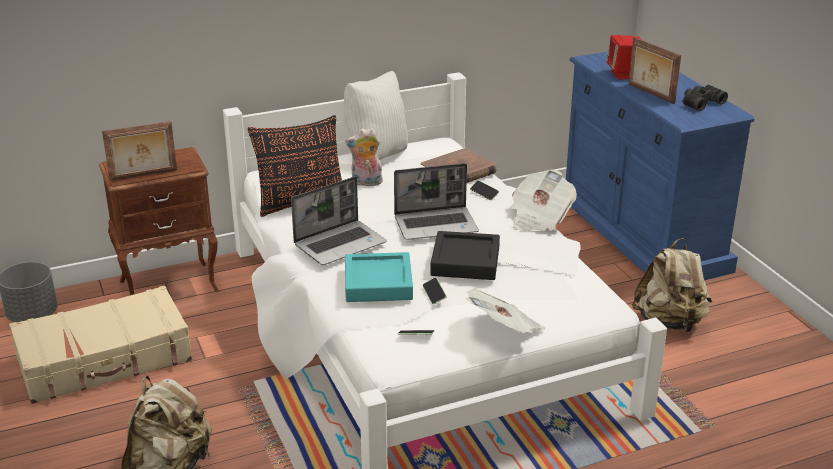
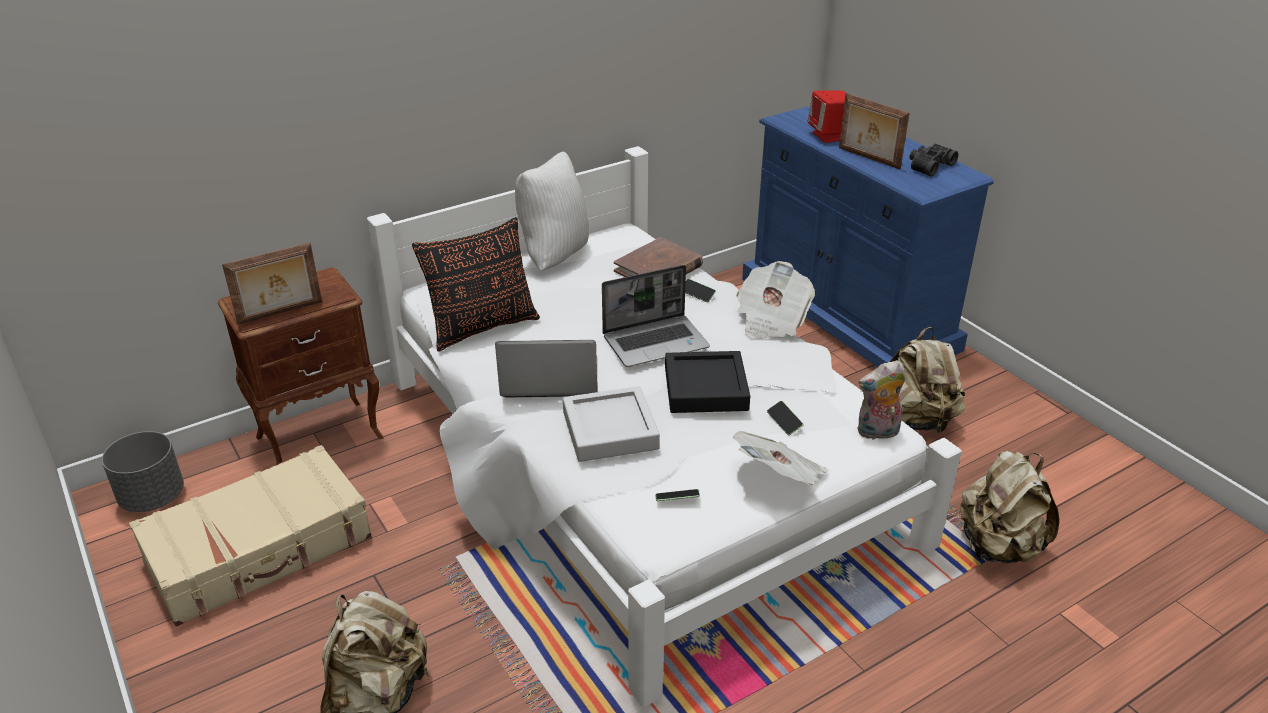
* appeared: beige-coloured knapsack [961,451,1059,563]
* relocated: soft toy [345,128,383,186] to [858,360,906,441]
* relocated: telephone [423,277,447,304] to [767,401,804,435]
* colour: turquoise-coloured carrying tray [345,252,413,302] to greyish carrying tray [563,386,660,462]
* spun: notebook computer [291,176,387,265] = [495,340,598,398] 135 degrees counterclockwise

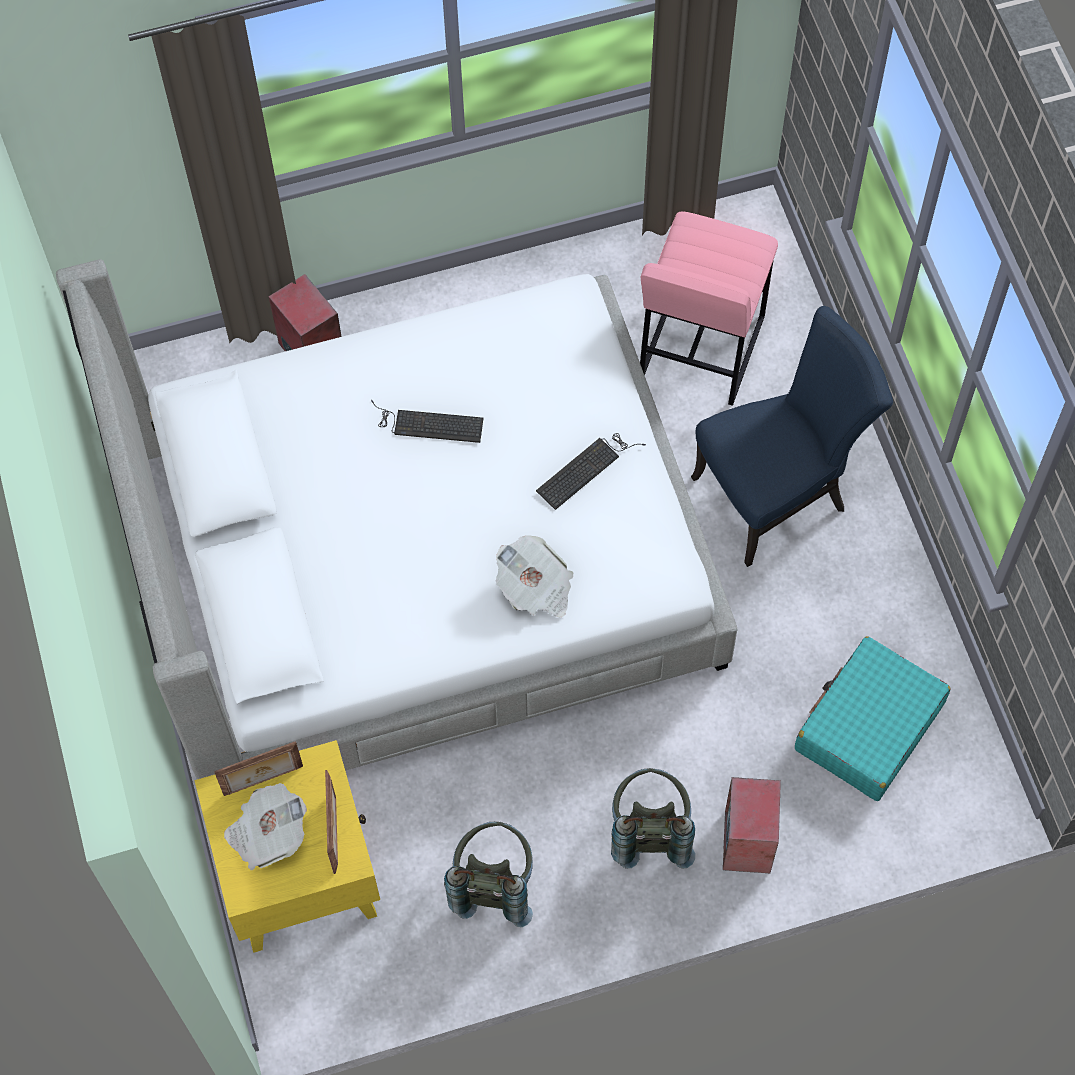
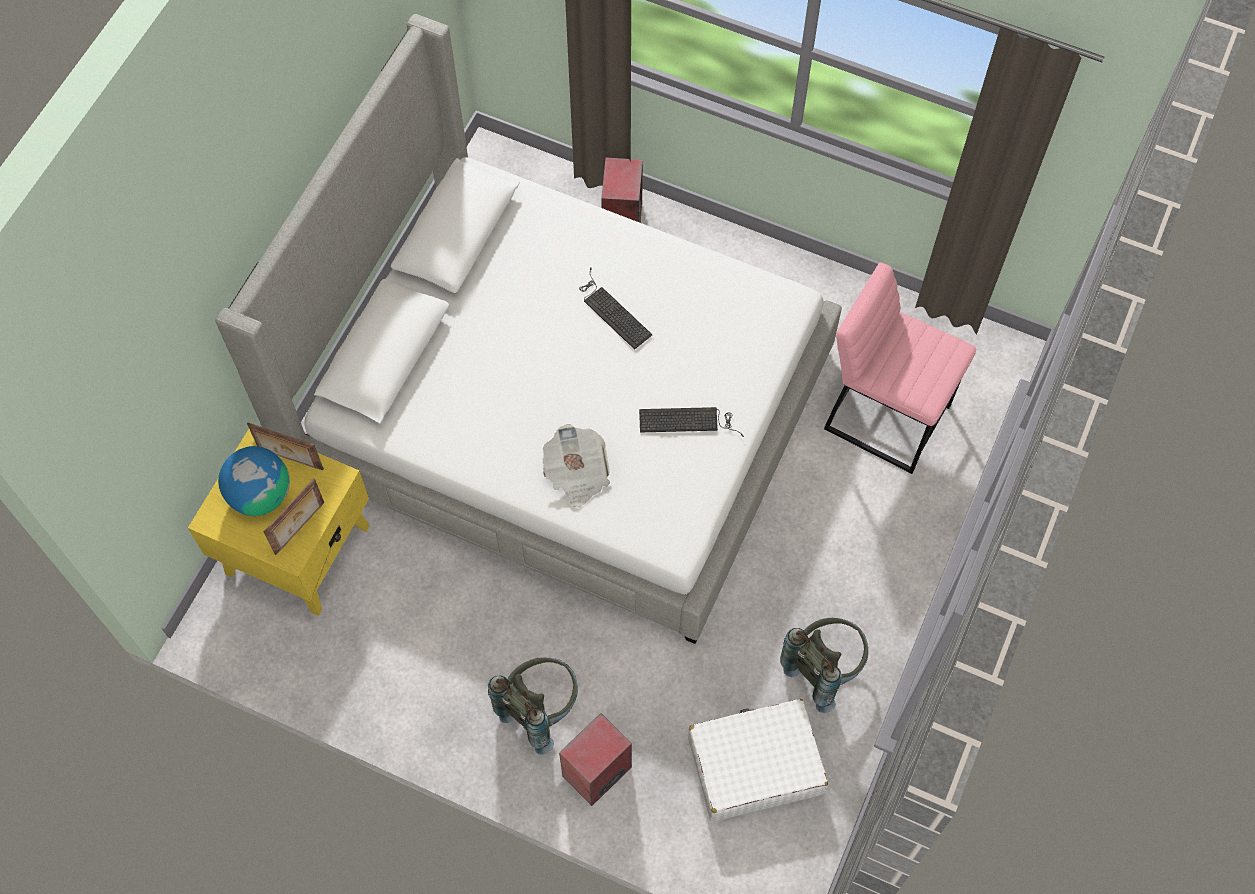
* missing: bluish upright chair [691,306,893,567]
* relocated: greyish knapsack [444,822,533,927] to [780,618,868,713]
* exchanged: printed paper [224,783,307,870] to globe [218,446,290,516]
* colour: turquoise-coloured suitcase [795,636,951,801] to white-coloured suitcase [688,699,828,822]
* spun: pink-coloured upright chair [640,211,778,406] = [824,262,976,474] 60 degrees clockwise

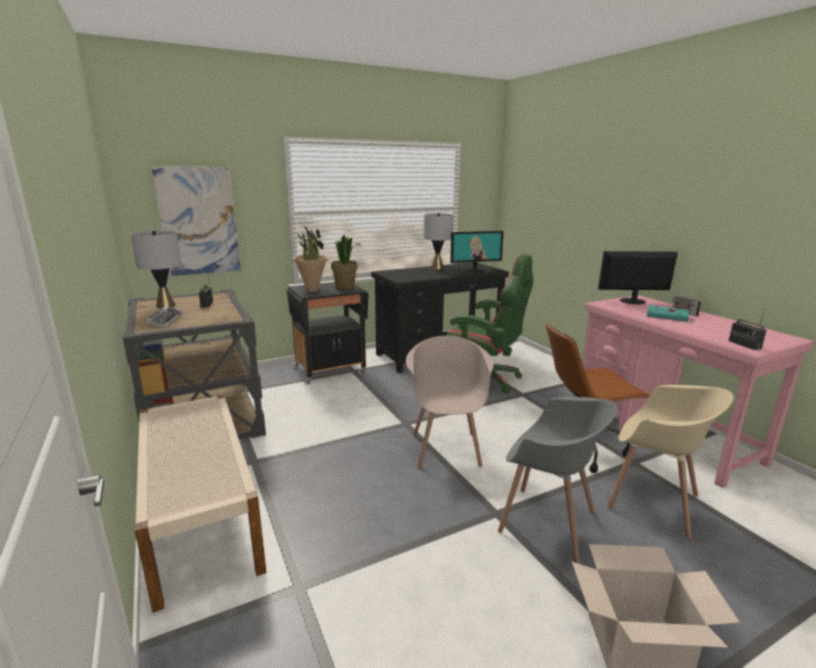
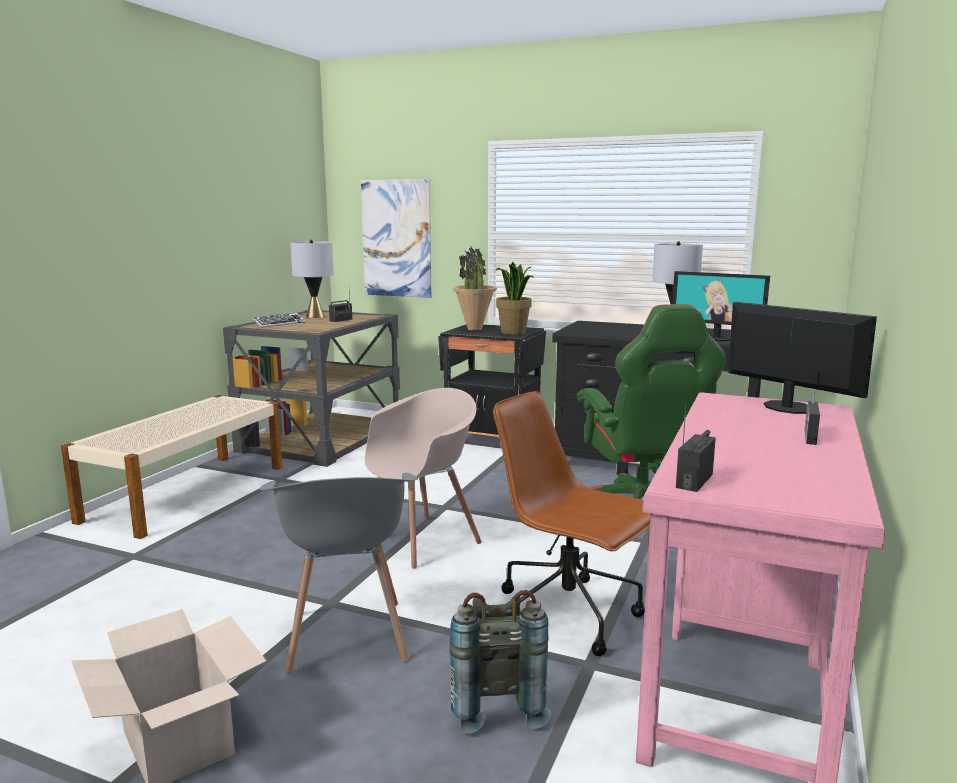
* missing: turquoise-coloured volume [647,305,696,322]
* exchanged: beige-coloured upright chair [607,385,733,539] to greyish knapsack [449,590,552,734]

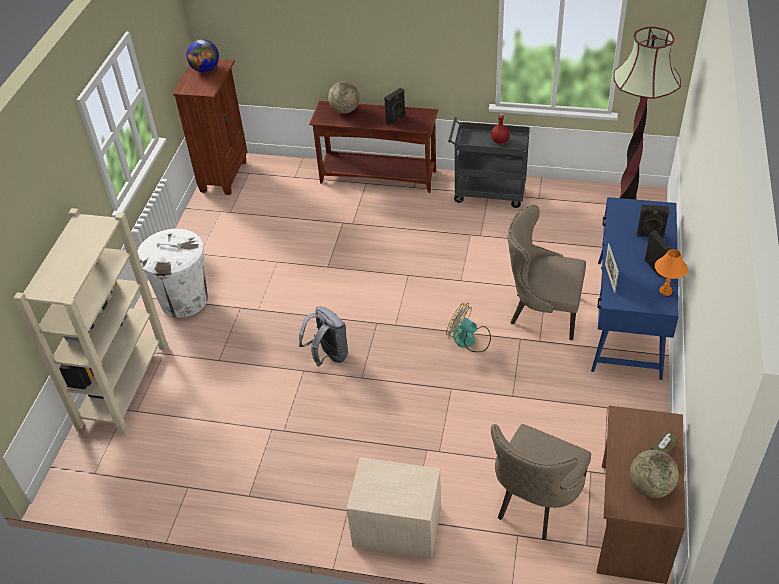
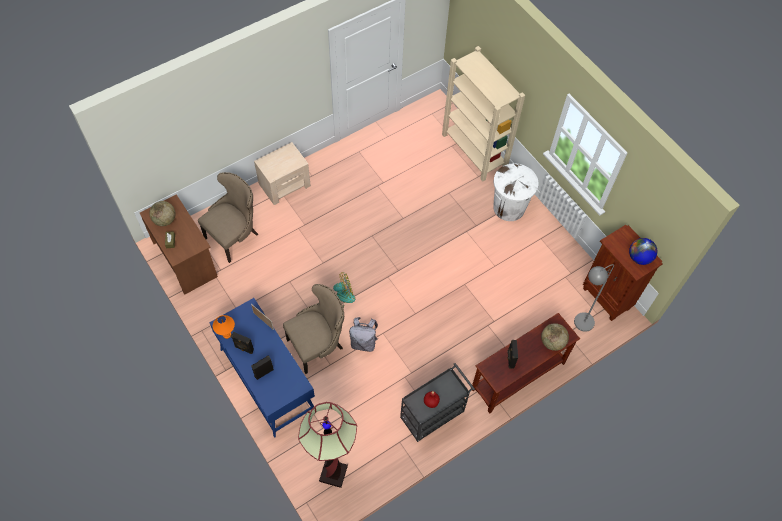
* appeared: greyish standard lamp [574,264,614,332]
* relocated: greyish knapsack [299,306,348,367] to [349,317,378,352]
* spun: beige-coloured upright chair [491,424,591,540] = [198,172,258,263] 60 degrees clockwise

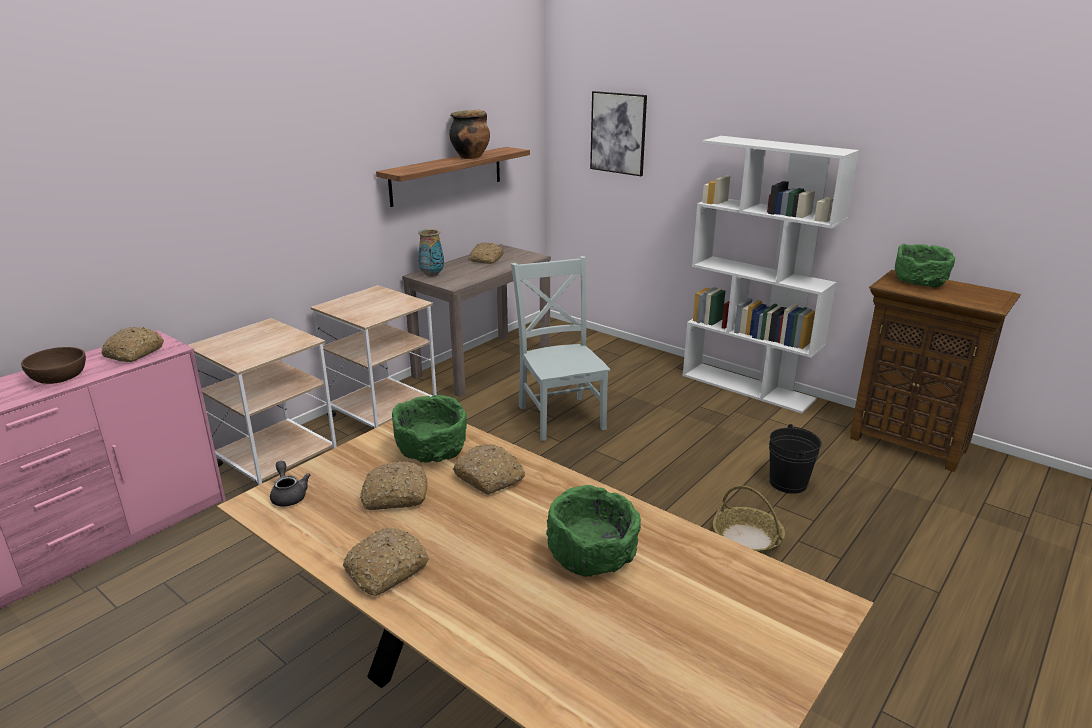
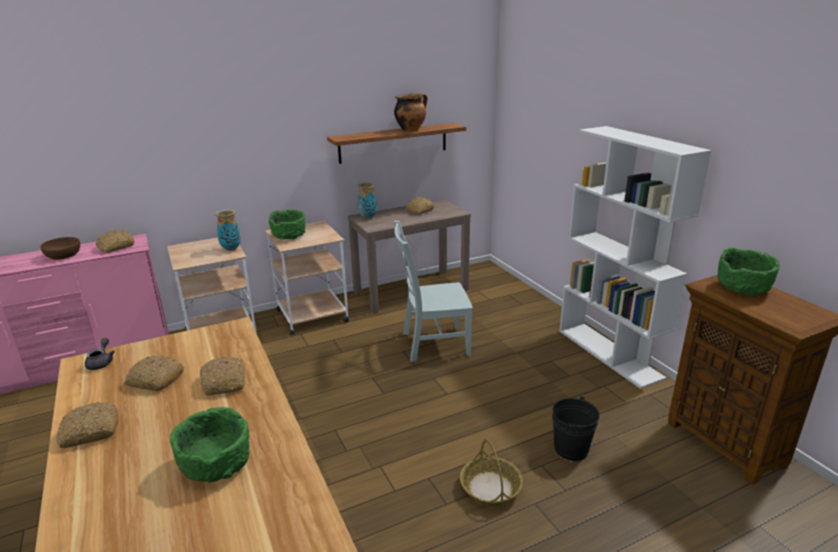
* missing: picture [590,91,647,176]
* appeared: decorative vase [216,210,241,251]
* relocated: green serving bowl [392,395,467,463] to [269,210,305,240]
* spun: greyish upright chair [511,256,610,441] = [394,221,473,362] 105 degrees counterclockwise

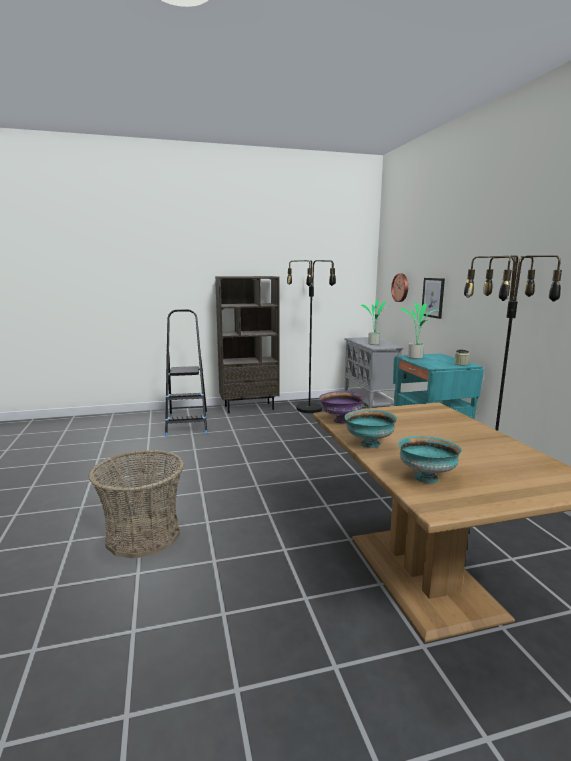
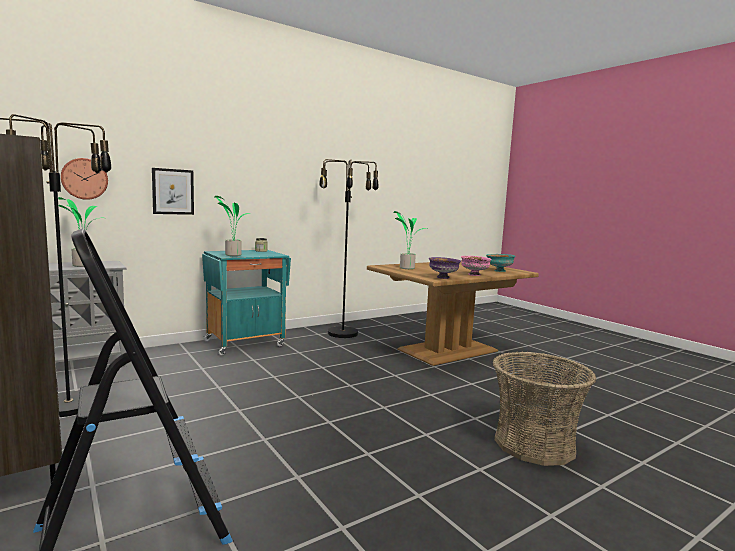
* appeared: potted plant [393,211,427,269]
* colour: turquoise-coloured serving bowl [345,409,397,448] to pink-coloured serving bowl [461,256,492,276]

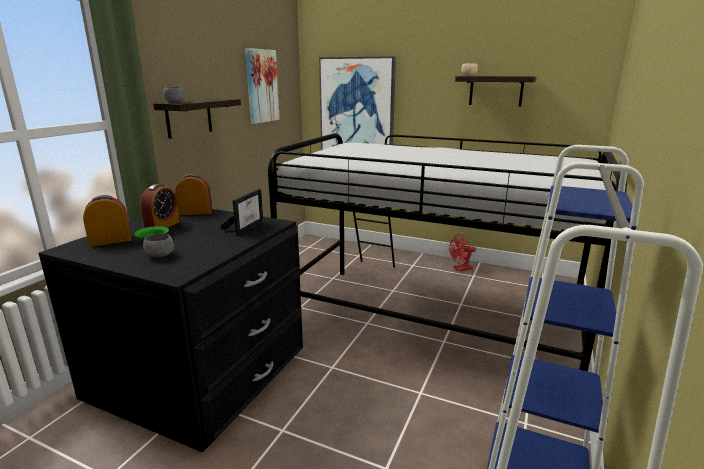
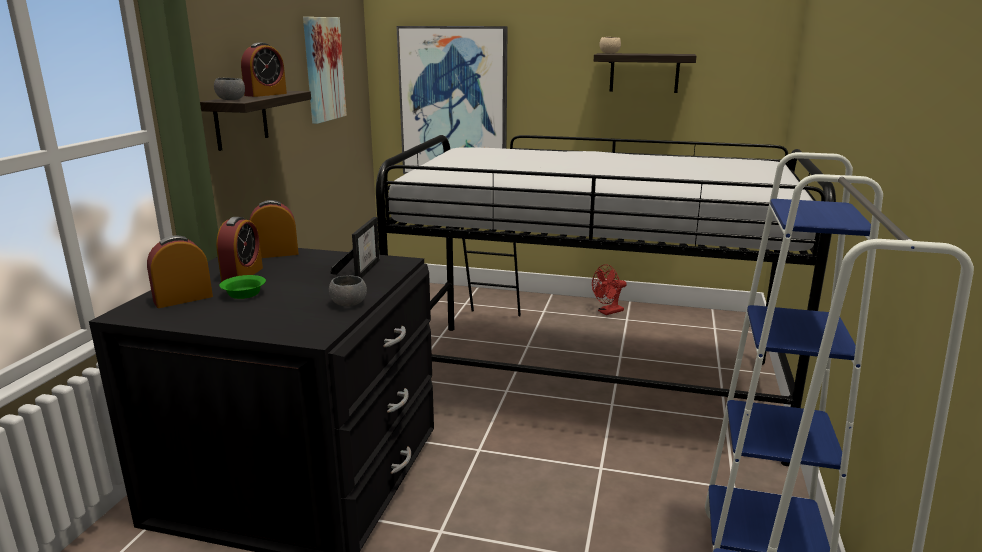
* appeared: bedside clock [241,42,287,97]
* relocated: greyish serving bowl [143,234,174,258] to [329,275,367,307]

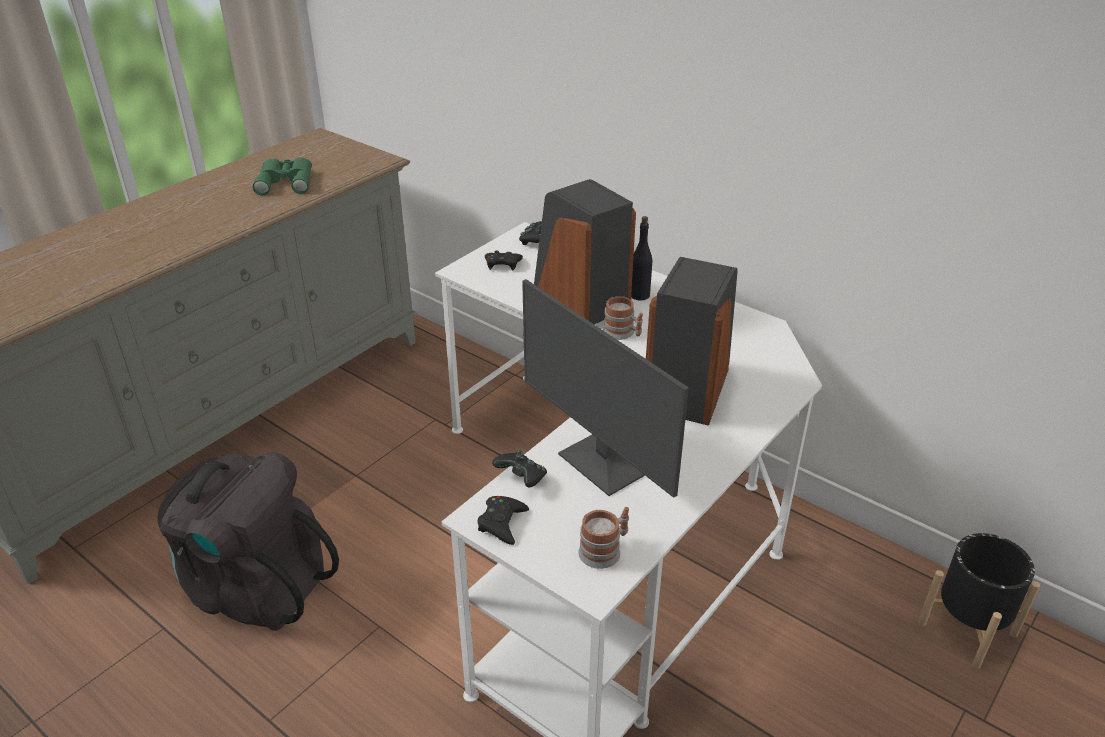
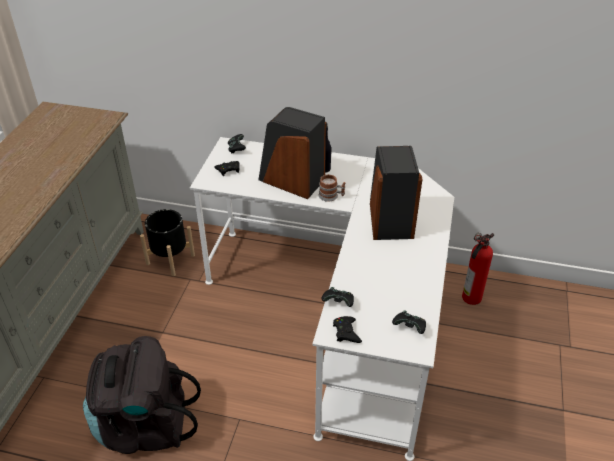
* missing: green field glasses [253,157,312,196]
* missing: computer screen [522,279,689,498]
* appeared: fire extinguisher [462,233,494,305]
* relocated: black-coloured flower pot [918,533,1040,669] to [140,209,195,276]
* exchanged: coffee mug [578,507,629,569] to black-coloured joypad [392,310,426,334]

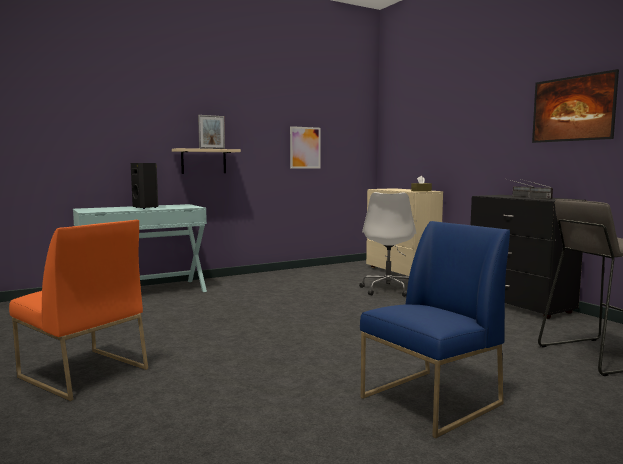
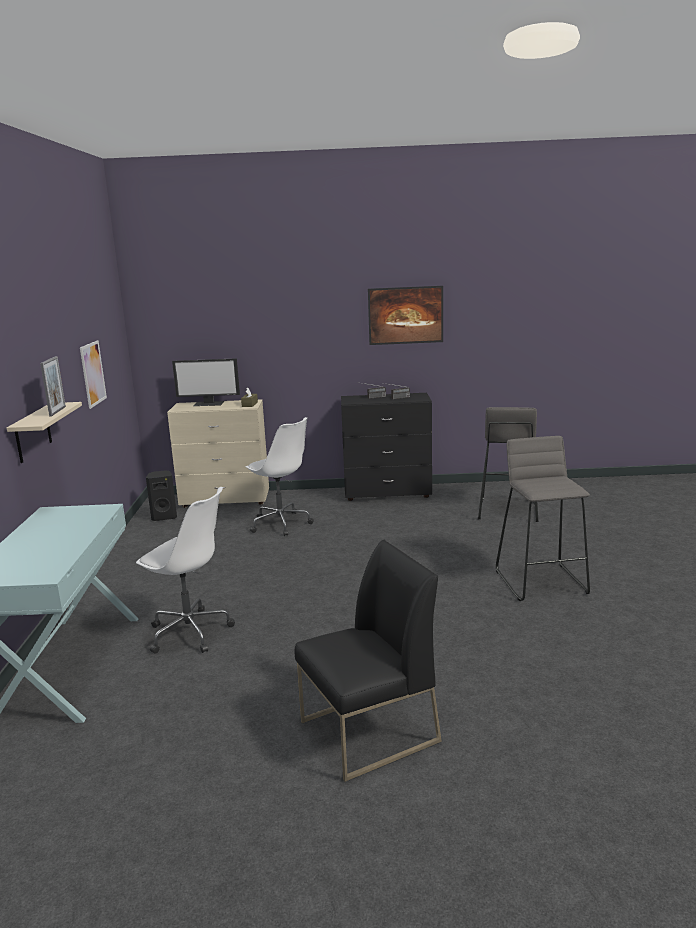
* appeared: white-coloured office chair [136,487,235,654]
* appeared: computer screen [172,358,240,406]
* relocated: black-coloured loudspeaker [131,163,158,209] to [146,471,177,521]
* exchanged: bluish upright chair [360,221,510,438] to greyish sitting stool [496,436,590,601]
* colour: orange-coloured upright chair [9,220,148,401] to black-coloured upright chair [295,540,442,782]

